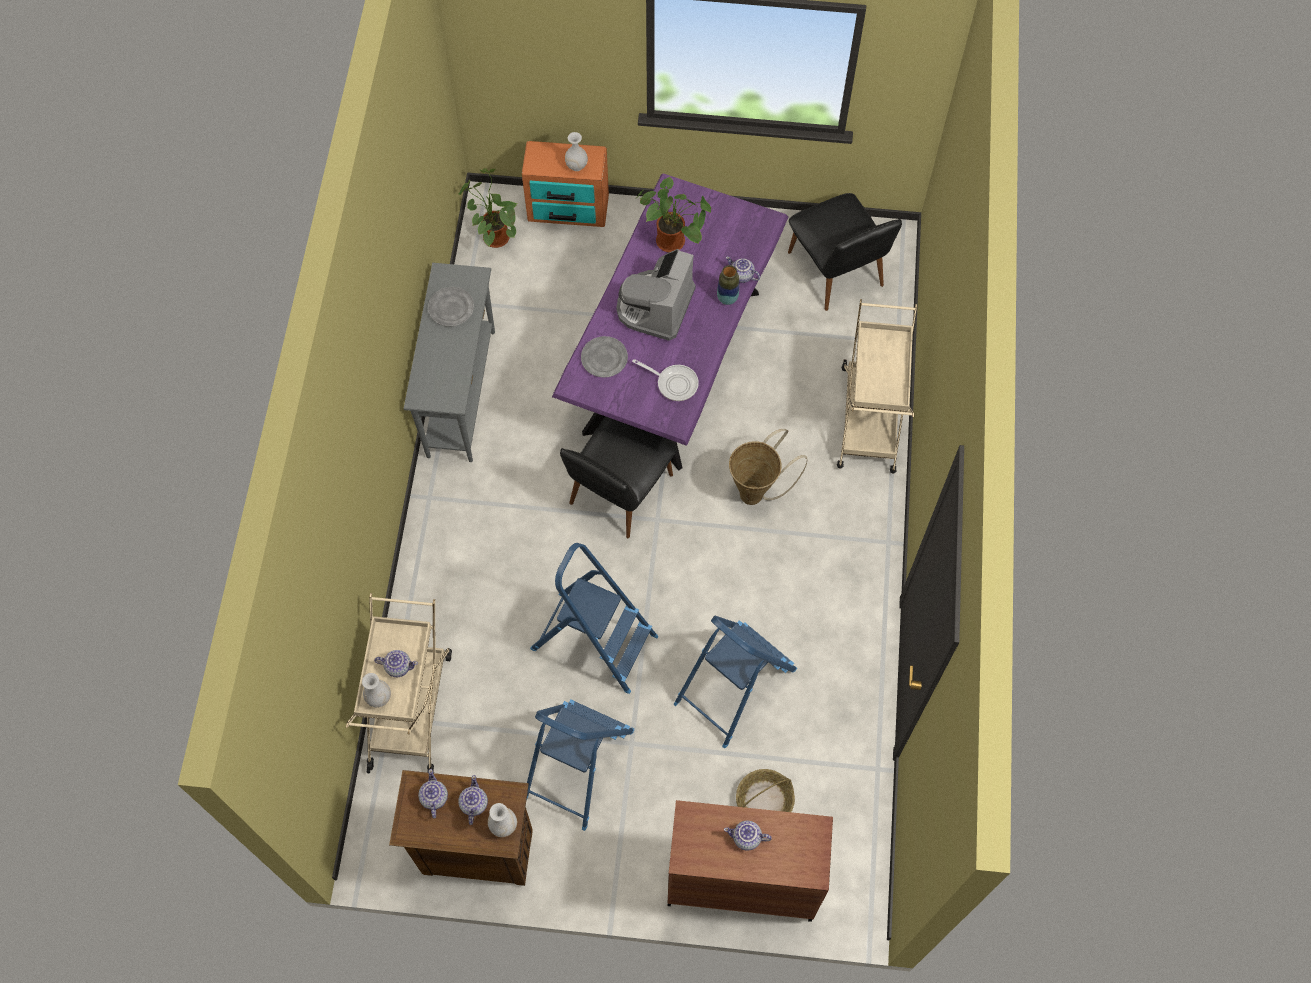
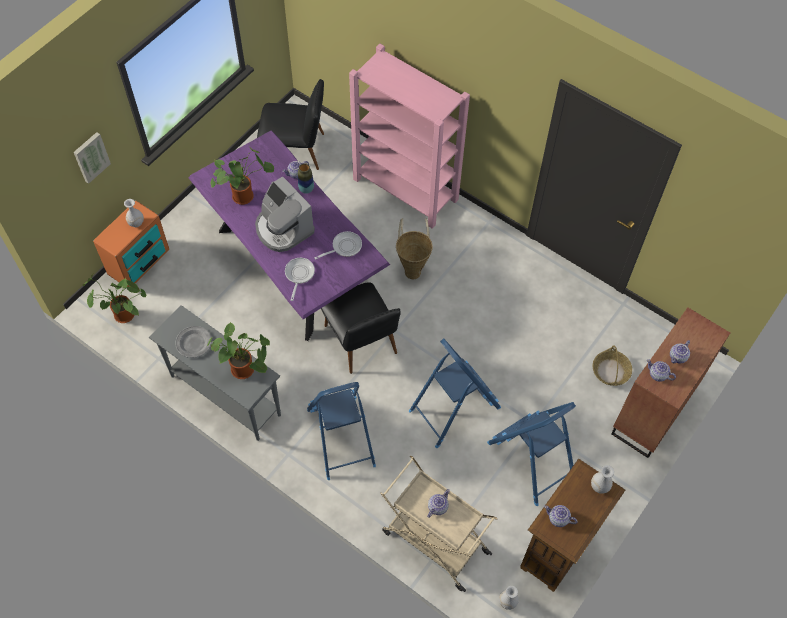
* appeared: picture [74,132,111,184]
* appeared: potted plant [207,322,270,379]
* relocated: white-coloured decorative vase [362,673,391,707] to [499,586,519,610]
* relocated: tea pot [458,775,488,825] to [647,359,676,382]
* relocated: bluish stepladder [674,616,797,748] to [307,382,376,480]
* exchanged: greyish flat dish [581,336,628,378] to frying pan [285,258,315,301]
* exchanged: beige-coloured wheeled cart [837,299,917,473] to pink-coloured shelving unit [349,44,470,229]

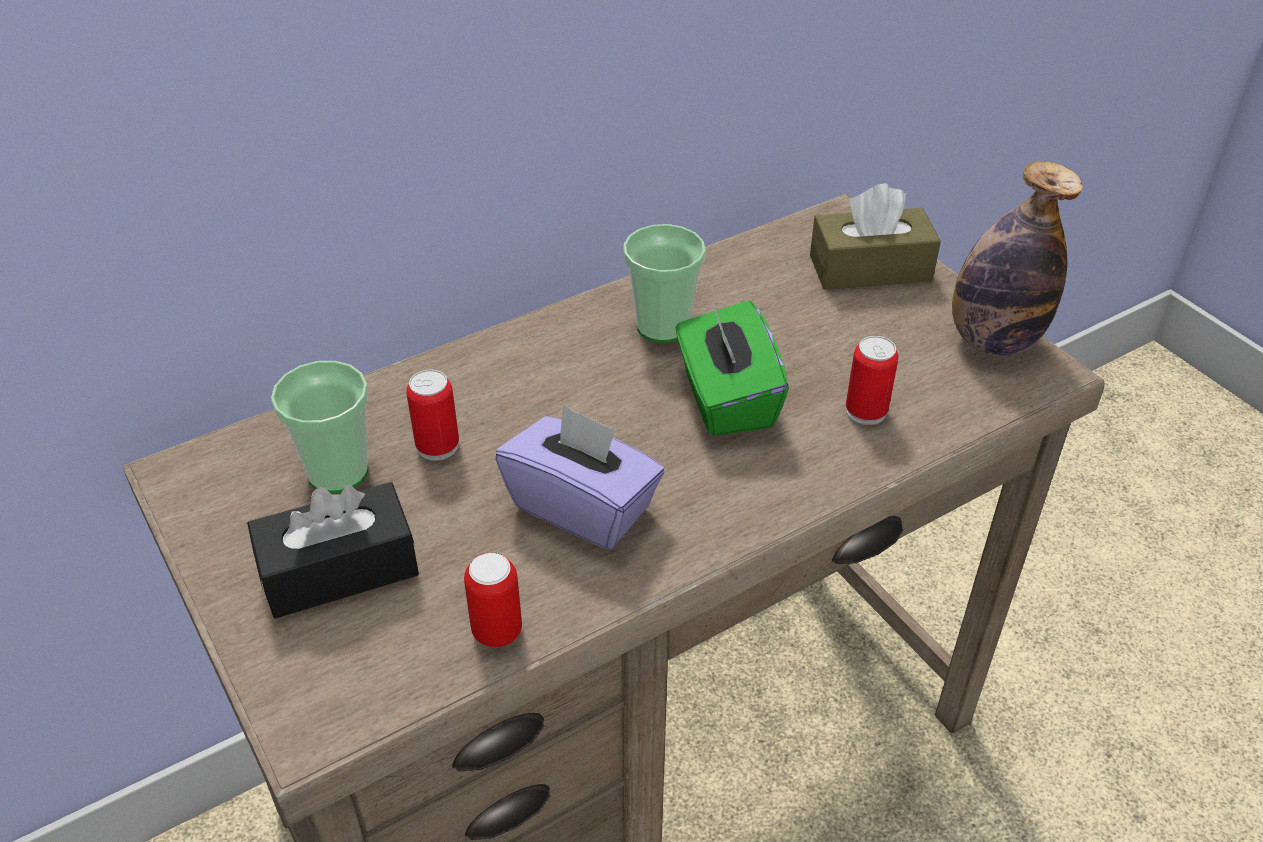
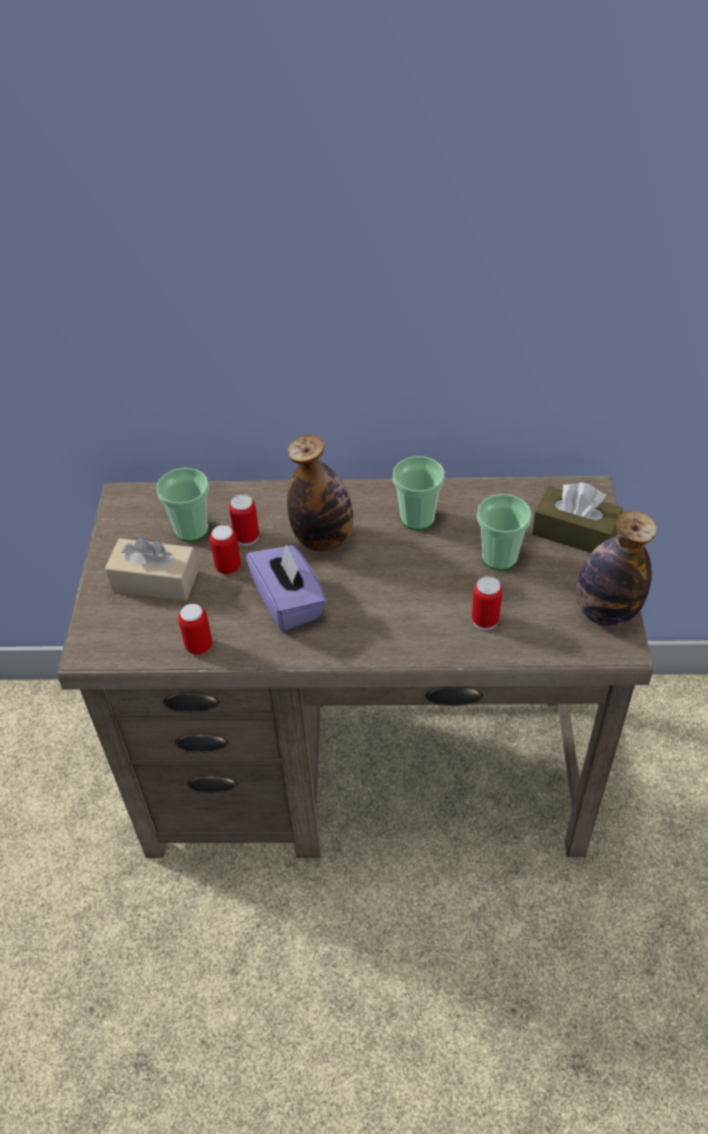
* missing: green tissue holder [676,301,789,436]
* appeared: sealed can [210,525,241,574]
* appeared: beverage bottle [287,435,353,552]
* appeared: drinking cup [477,494,532,570]
* colour: black-coloured tissue holder [247,482,419,619] to beige-coloured tissue holder [105,536,198,601]

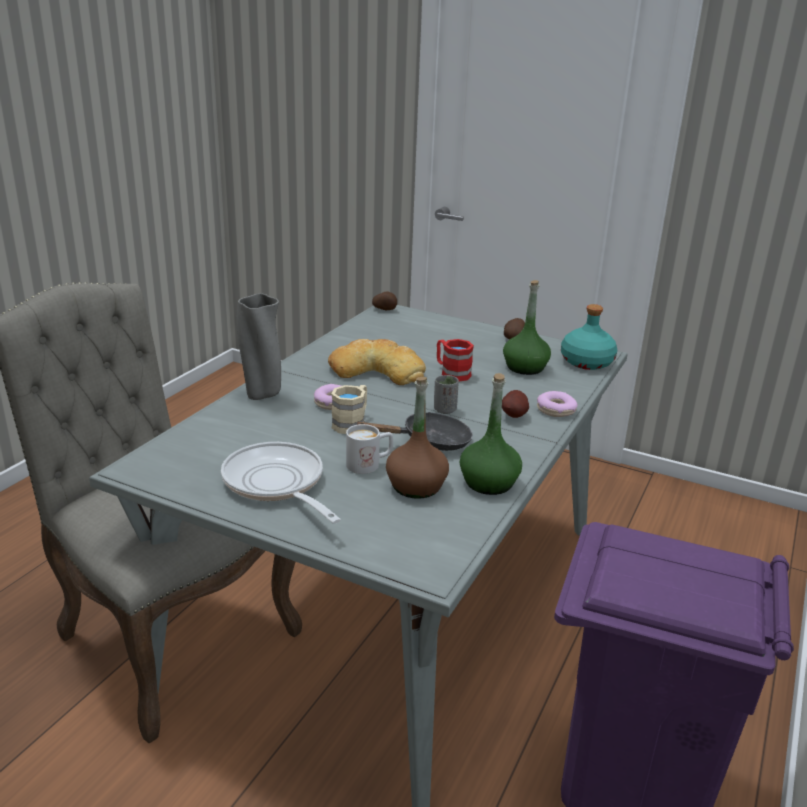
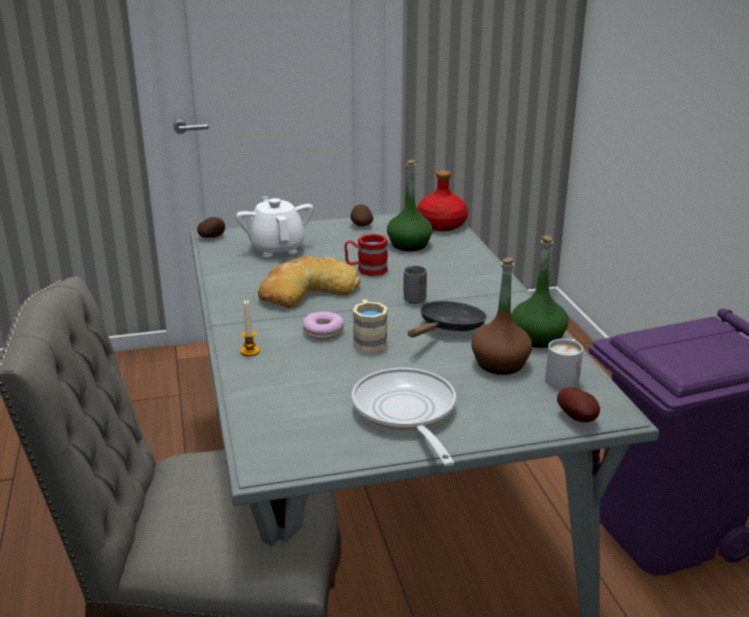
* missing: doughnut [537,391,578,417]
* appeared: white-coloured tea pot [236,196,313,257]
* relocated: white-coloured coffee mug [346,424,393,474] to [545,339,583,390]
* relocated: spud [502,390,529,418] to [557,387,600,422]
* exchanged: greyish decorative vase [237,293,281,400] to wax candle [240,300,260,356]
* colour: turquoise-coloured beverage bottle [561,304,618,370] to red beverage bottle [417,170,468,231]
* spun: frying pan [221,442,341,524] = [351,368,456,466] 60 degrees clockwise

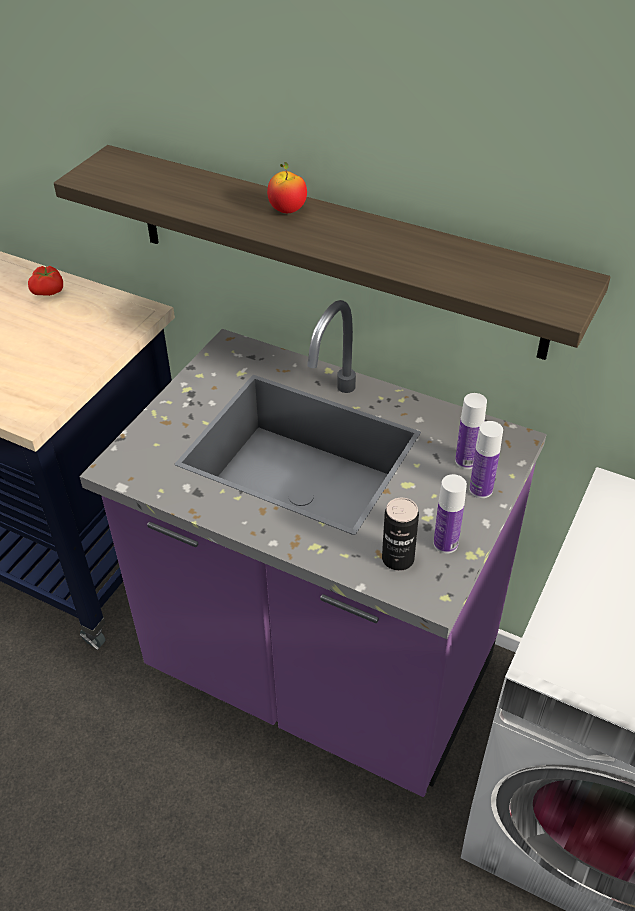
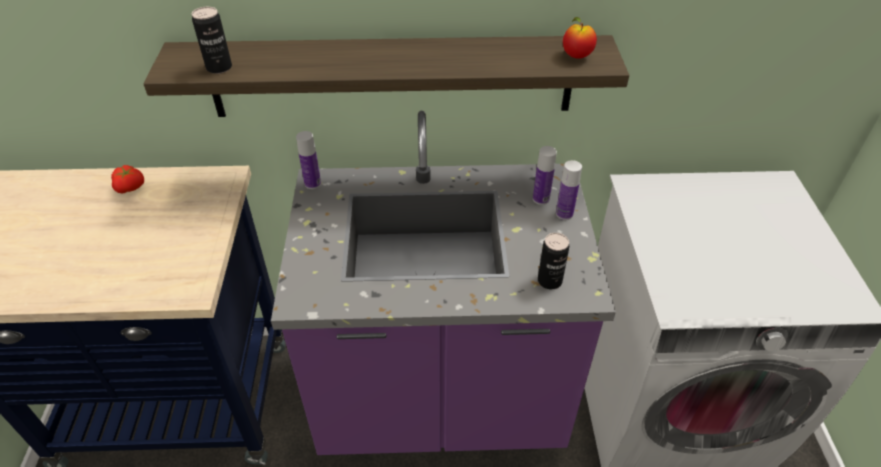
* appeared: sealed can [192,7,232,74]
* relocated: whole apple [267,162,307,213] to [563,17,597,59]
* relocated: beverage bottle [434,474,467,554] to [296,131,321,189]

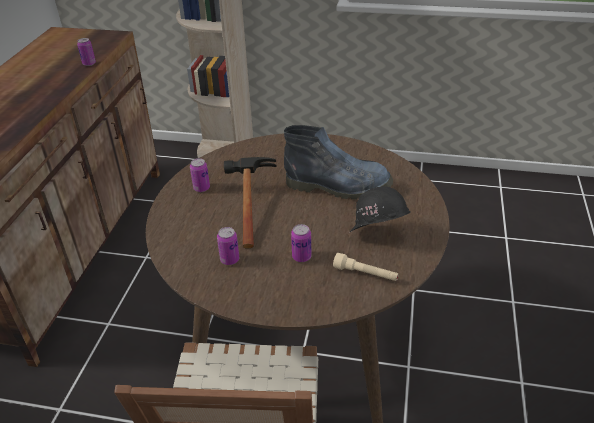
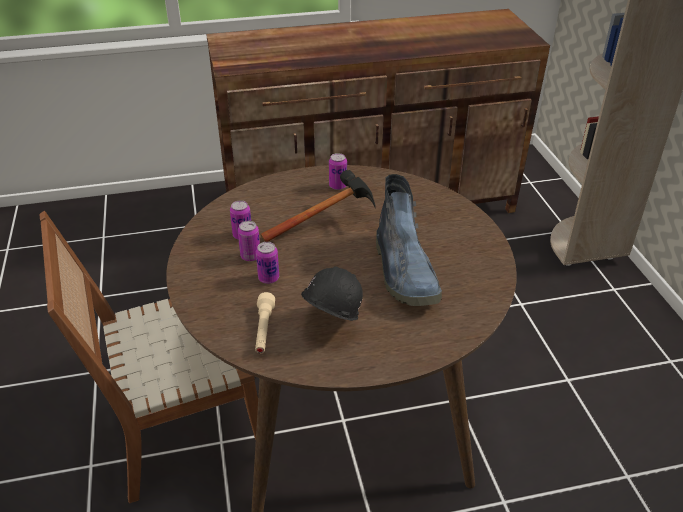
* relocated: sealed can [77,38,96,66] to [238,221,260,261]

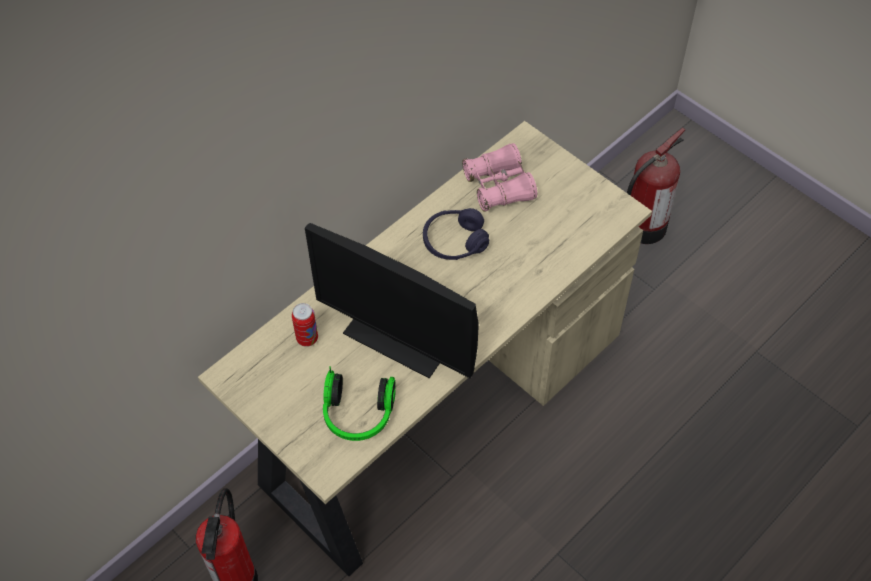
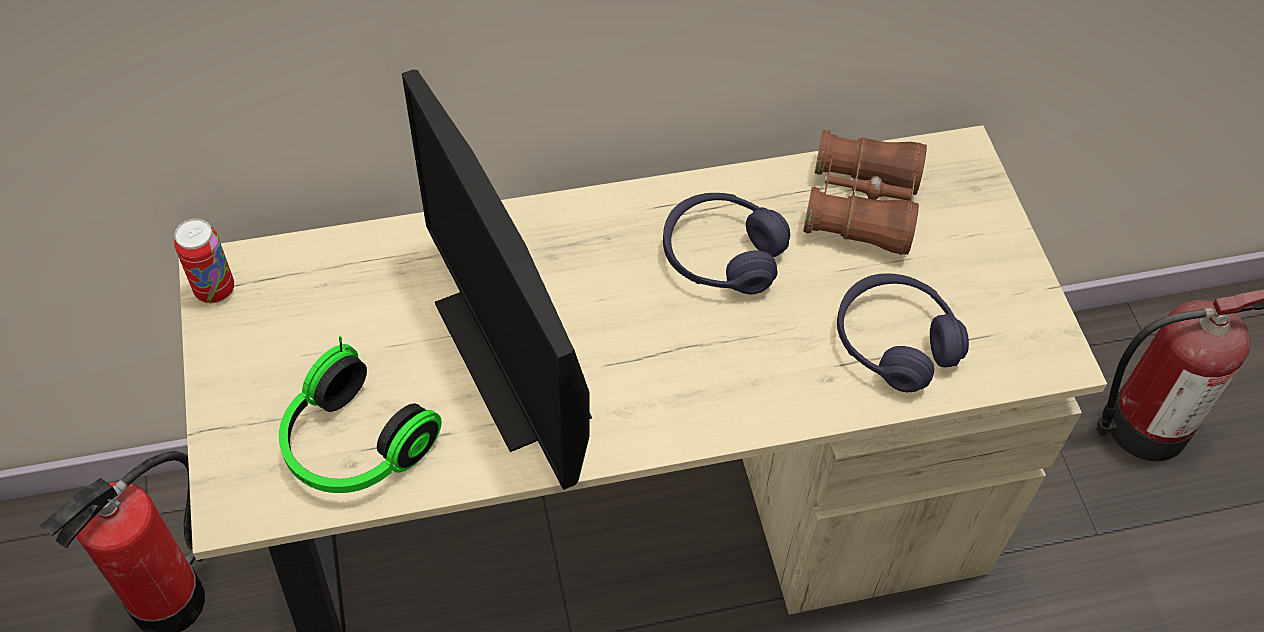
* appeared: purplish pair of headphones [837,273,969,392]
* relocated: sealed can [292,303,318,347] to [174,219,234,303]
* colour: pink-coloured field glasses [462,143,537,212] to brown field glasses [803,129,927,255]

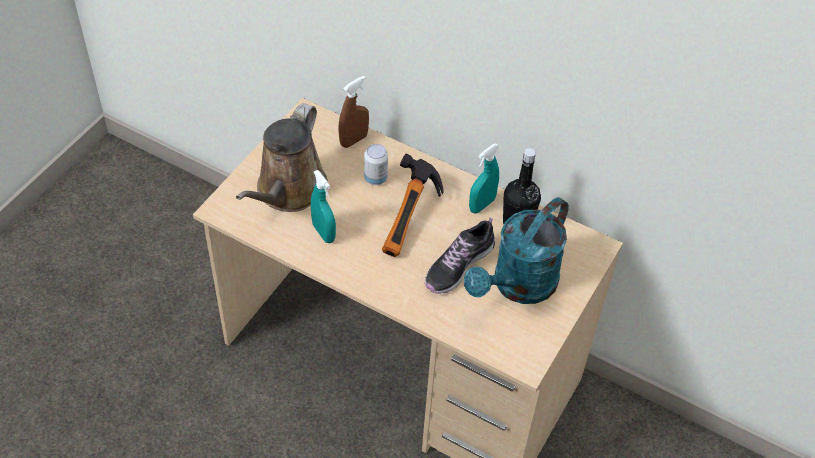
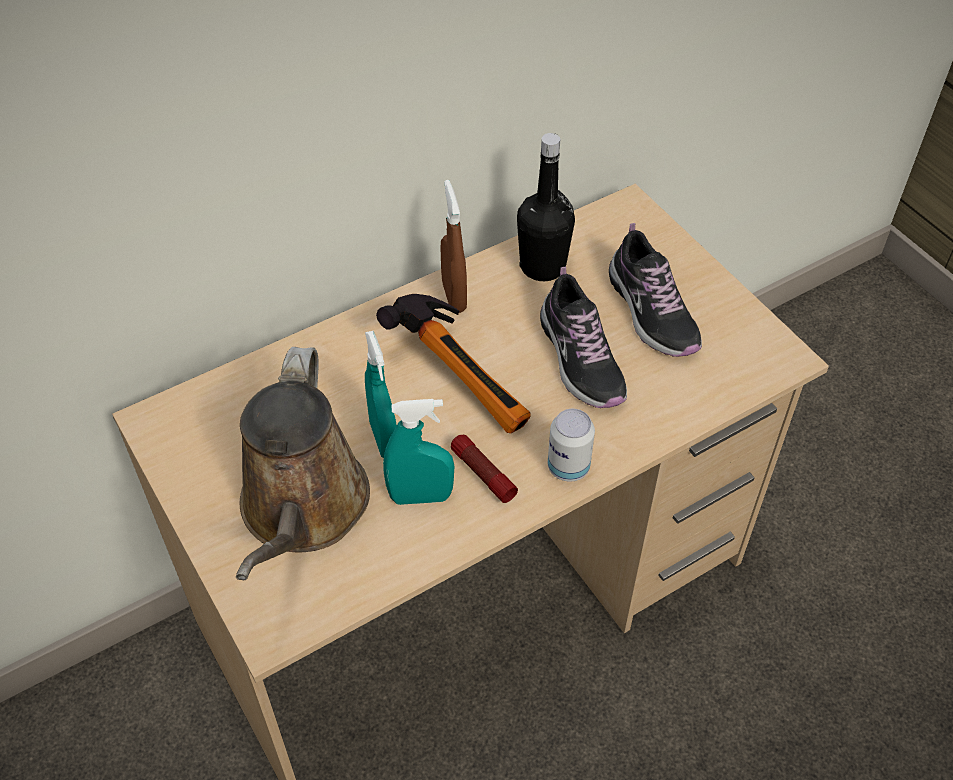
* appeared: flashlight [451,435,518,503]
* relocated: brown hand sprayer [338,76,369,148] to [440,180,467,313]
* relocated: sealed can [364,144,388,185] to [548,409,595,482]
* relocated: turquoise-coloured hand sprayer [469,143,499,213] to [365,331,397,458]
* exchanged: turquoise-coloured watering can [464,197,569,304] to shoe [609,223,702,357]
* spun: brown watering can [236,103,328,212] = [236,347,370,580] 45 degrees clockwise

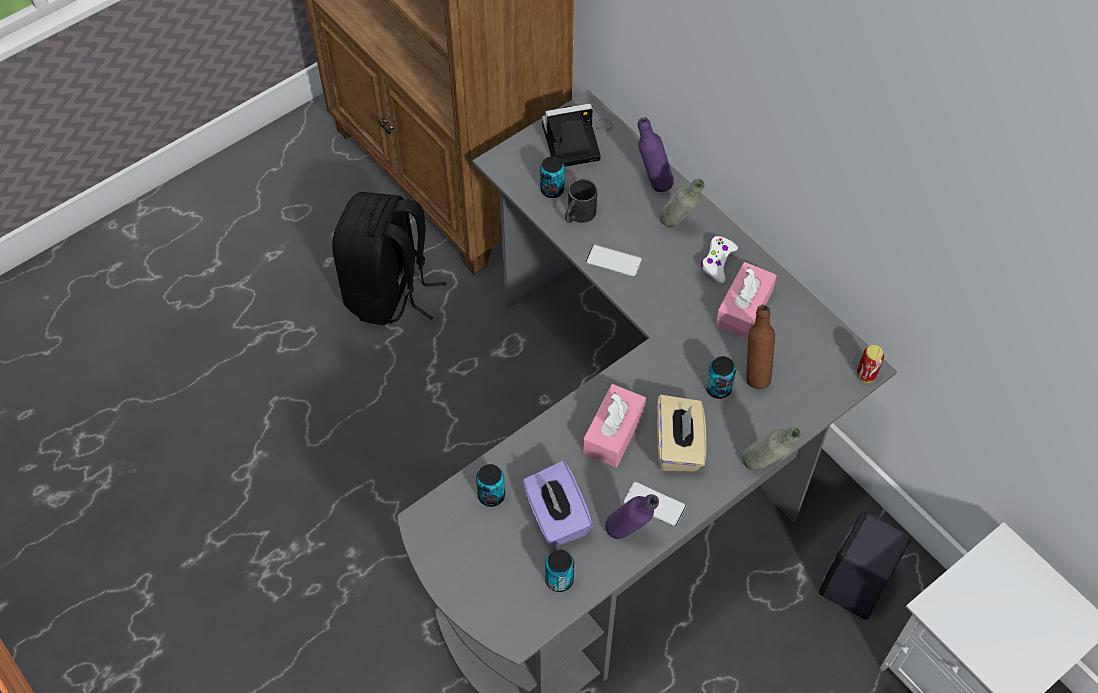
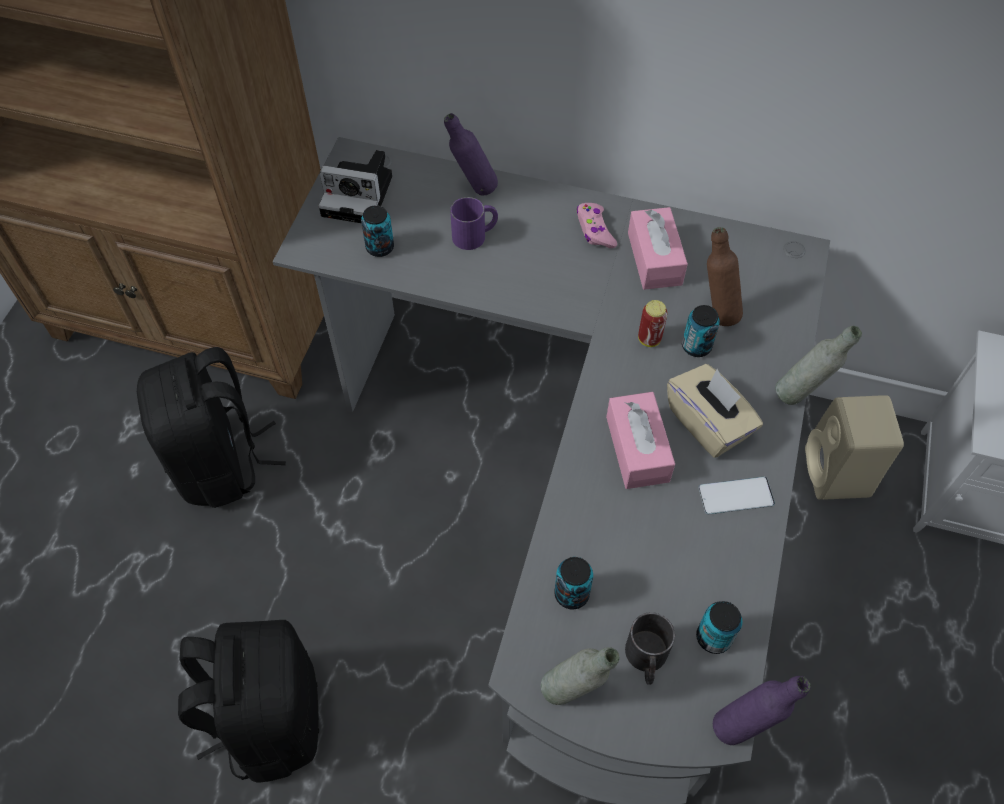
* missing: purplish tissue holder [523,461,593,547]
* missing: telephone [586,244,642,277]
* appeared: black-coloured knapsack [178,620,319,783]
* appeared: purplish coffee mug [450,197,498,250]
* relocated: black-coloured coffee mug [565,179,597,223] to [625,612,675,685]
* relocated: purplish beverage bottle [605,494,659,539] to [713,676,811,745]
* relocated: greyish beverage bottle [660,179,704,228] to [541,647,620,705]
* relocated: sealed can [857,345,884,383] to [638,300,667,347]
* colour: white-coloured joypad [701,236,738,283] to pink-coloured joypad [577,203,617,248]
* colour: black-coloured loudspeaker [819,512,911,620] to beige-coloured loudspeaker [805,395,904,500]
* spun: photo camera [542,104,601,167] = [318,150,392,223] 120 degrees counterclockwise

